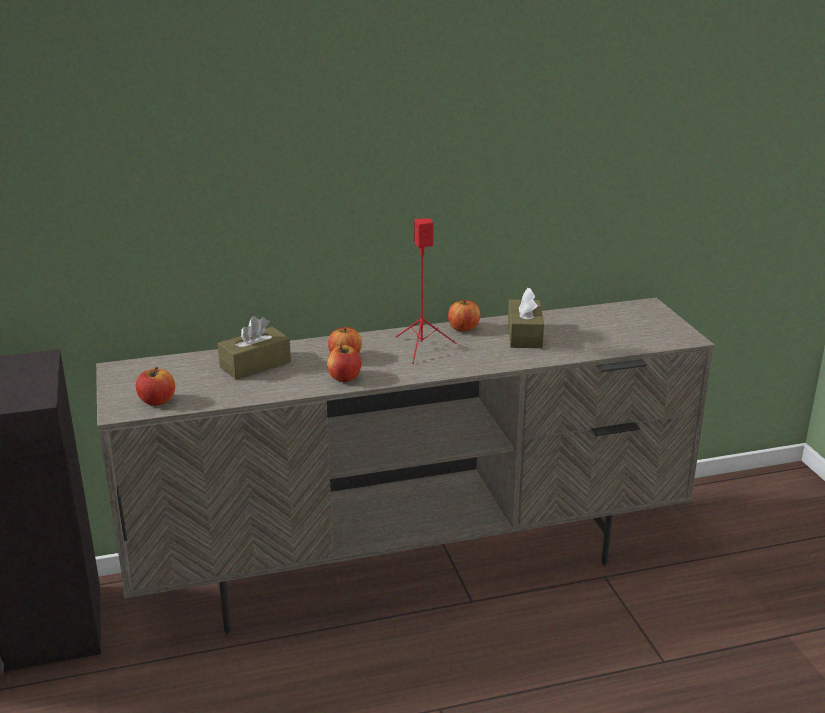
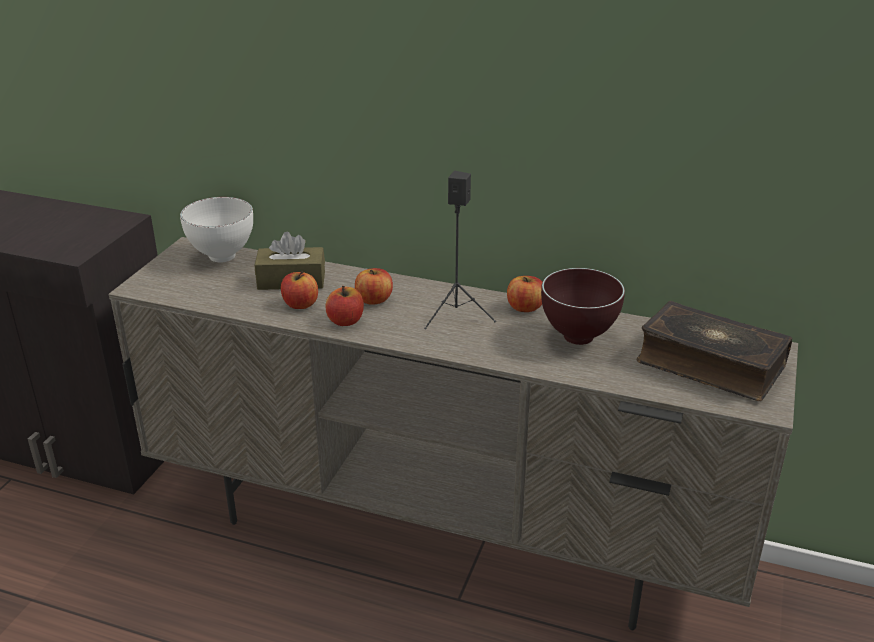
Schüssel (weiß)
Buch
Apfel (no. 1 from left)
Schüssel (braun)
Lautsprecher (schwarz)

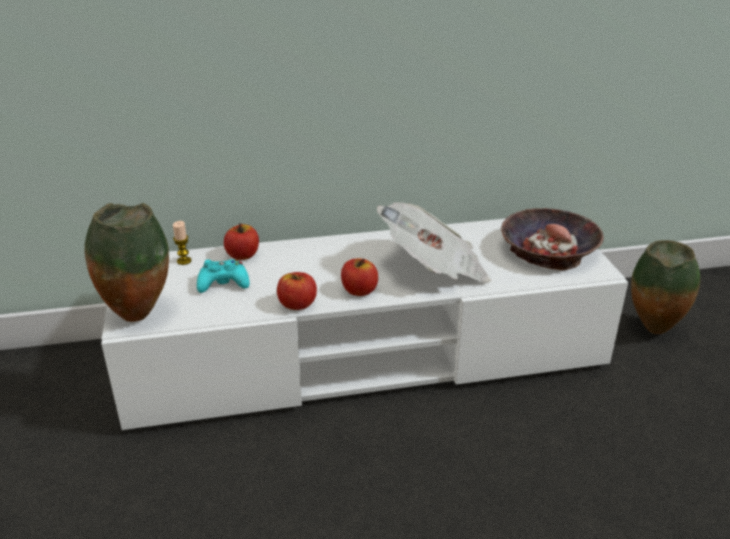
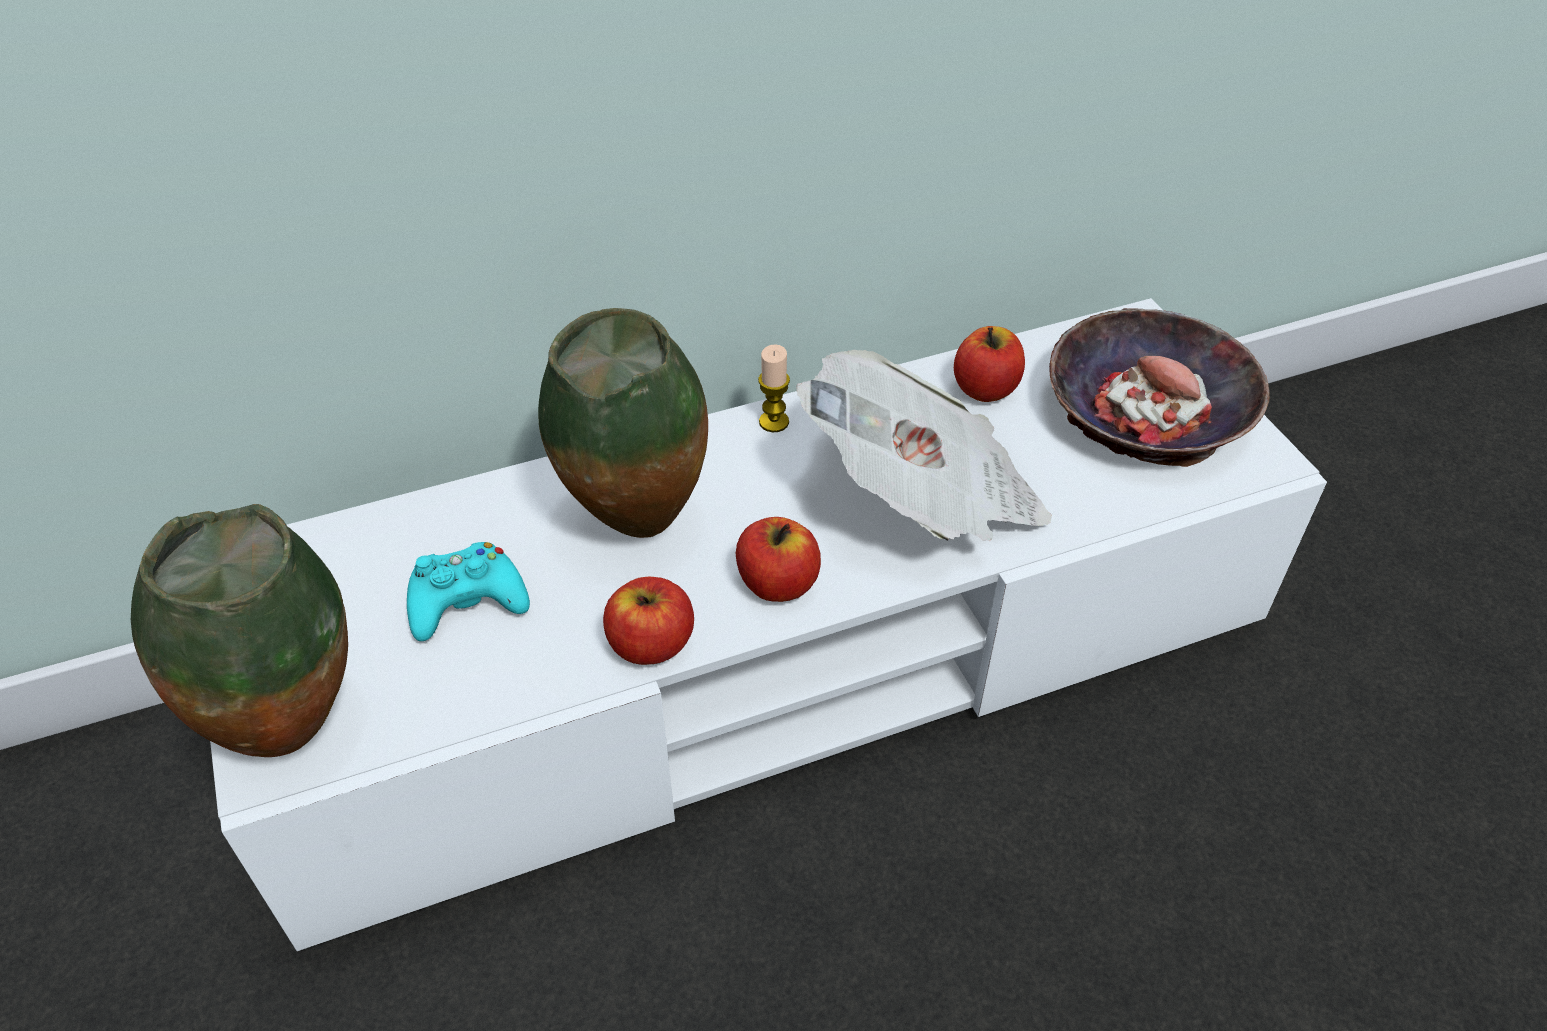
Kerze
Apfel (no. 3 from left)
Vase (no. 2 from left)

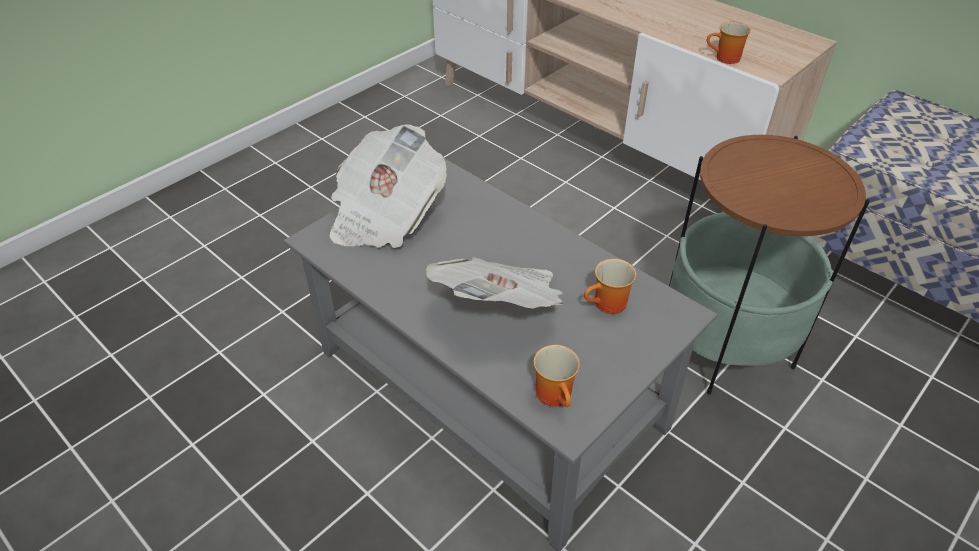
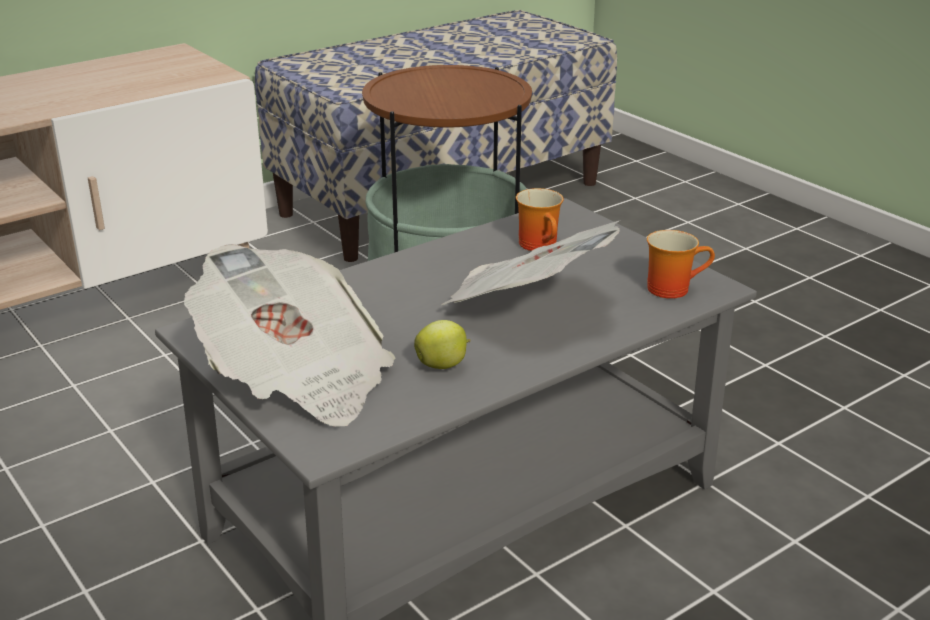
Henkelbecher (no. 3 from left in the first image)
Apfel

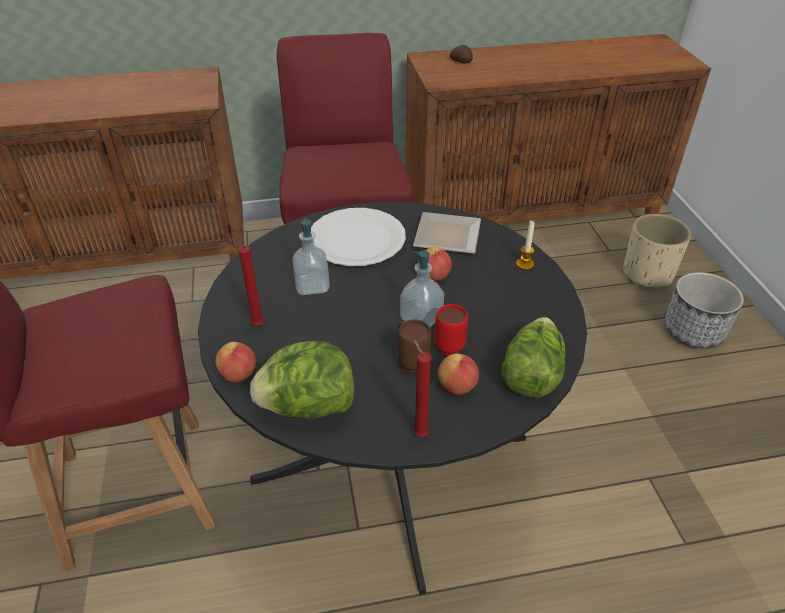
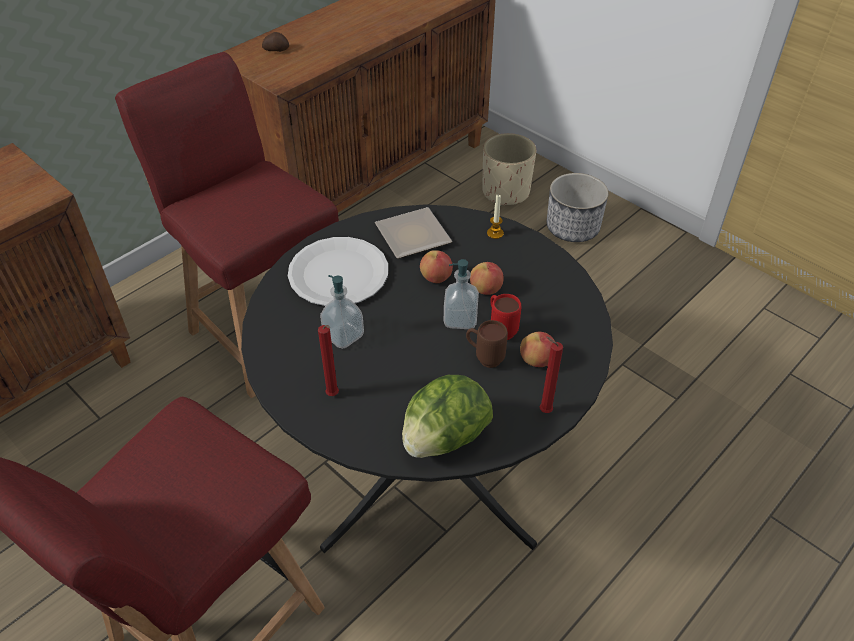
Salatkopf (no. 2 from left in the first image)
Apfel (no. 2 from left)

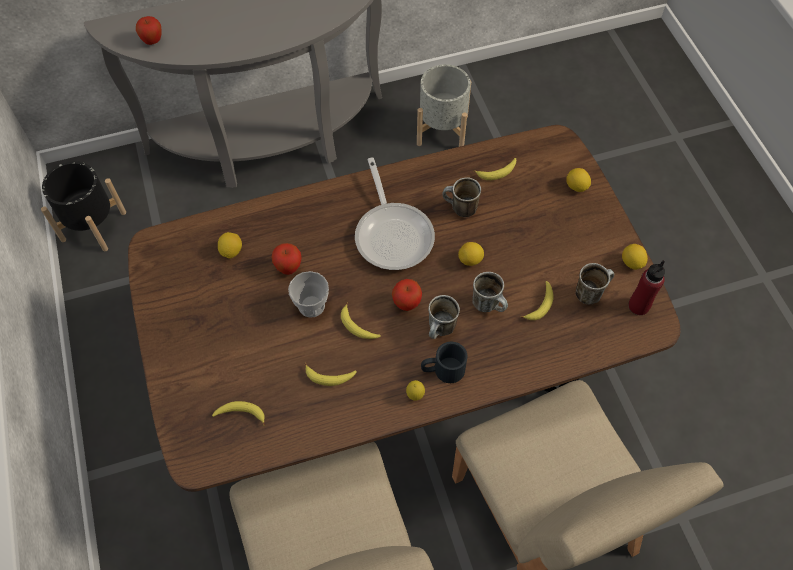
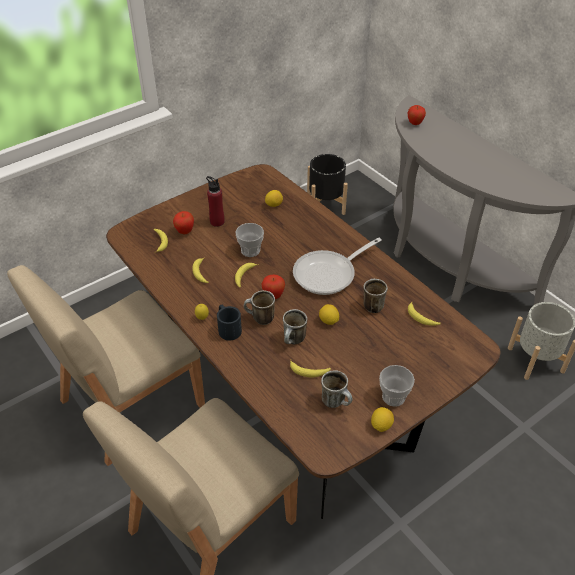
Zitrone (no. 4 from left in the first image)
Tasse (no. 2 from left)
Apfel (no. 1 from left)
Flasche (rot)

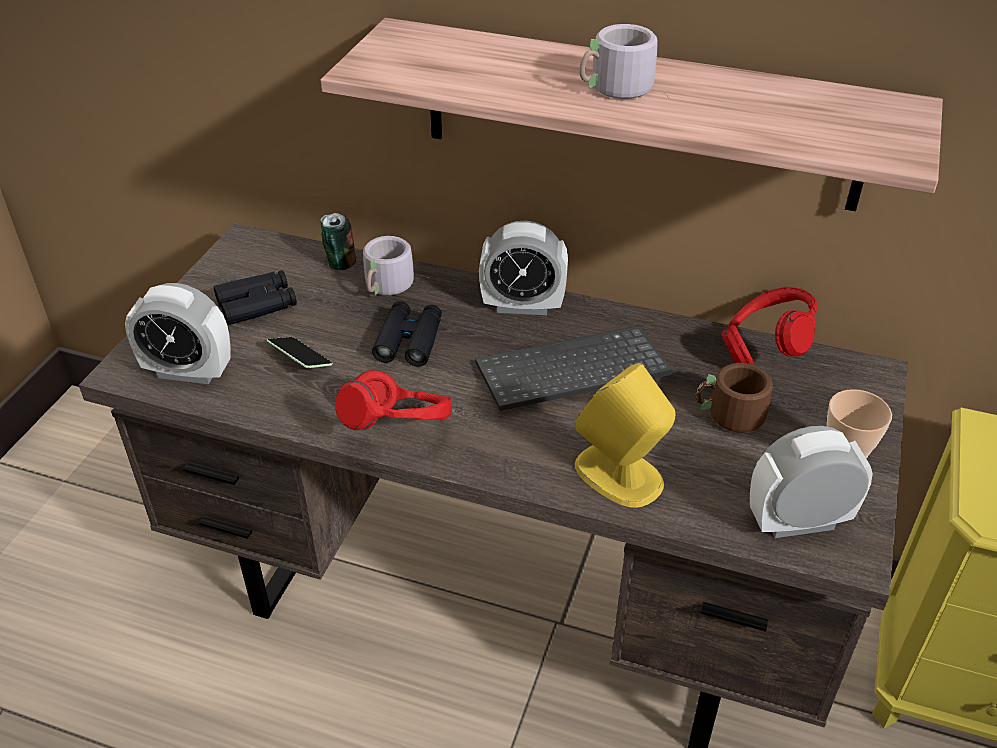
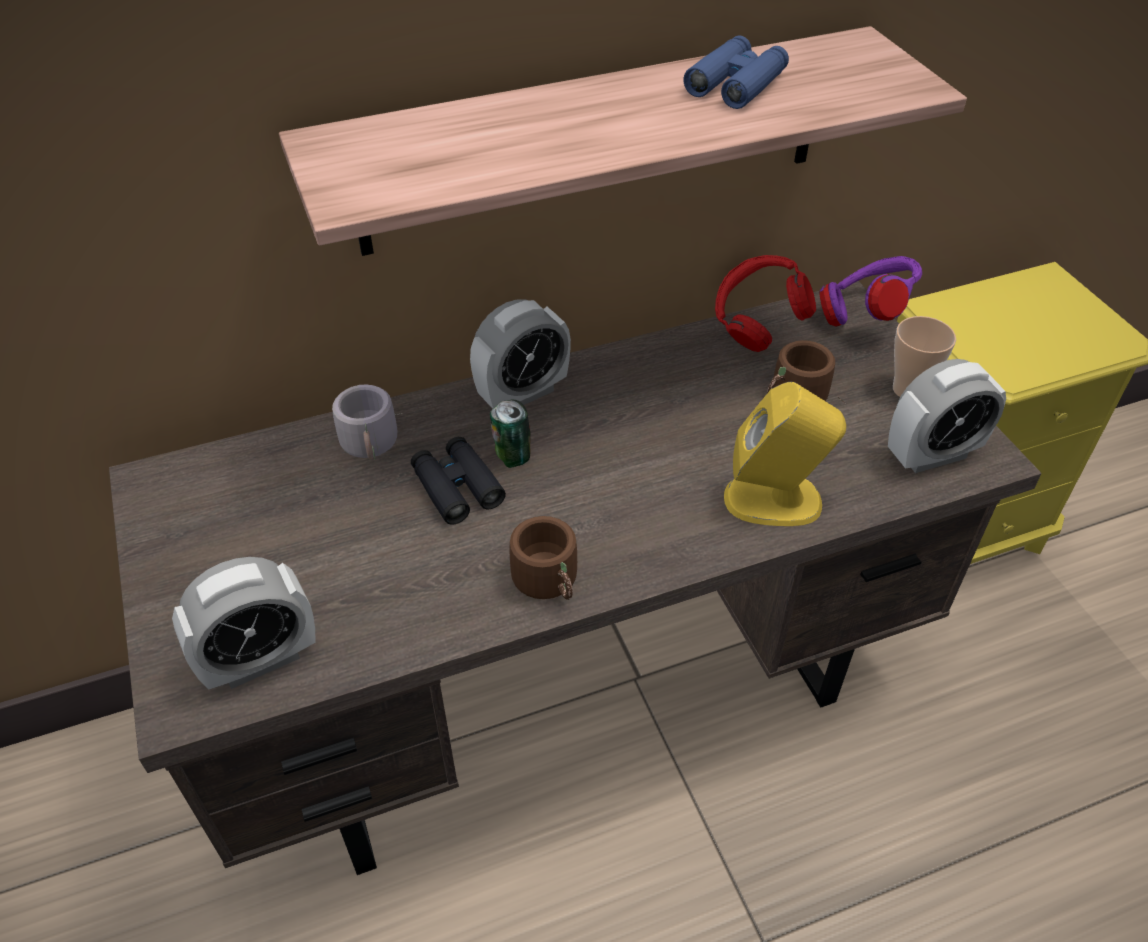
Fernglas (schwarz) (no. 1 from left in the first image)
Handy
Tastatur
Henkelbecher (grau) (no. 2 from left in the first image)
Fernglas (blau)
Kopfhörer (lila)
Dose
Henkelbecher (braun) (no. 1 from left)
Wecker (no. 3 from left)

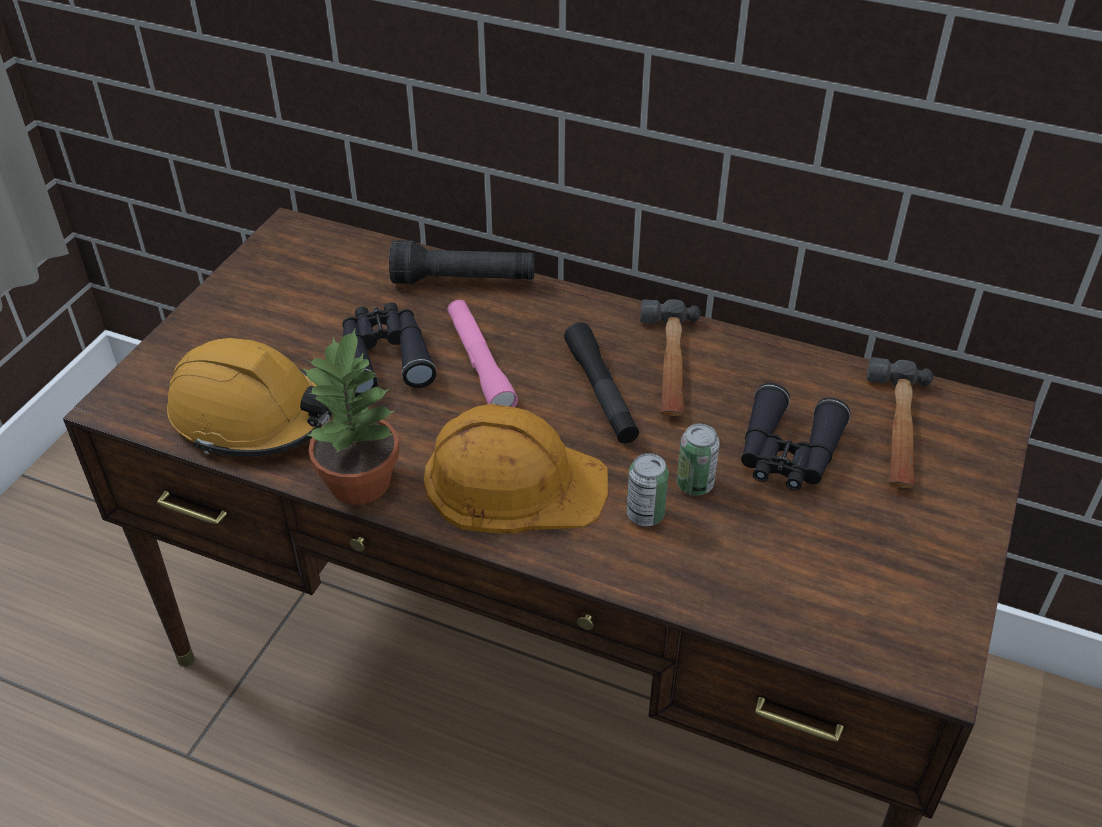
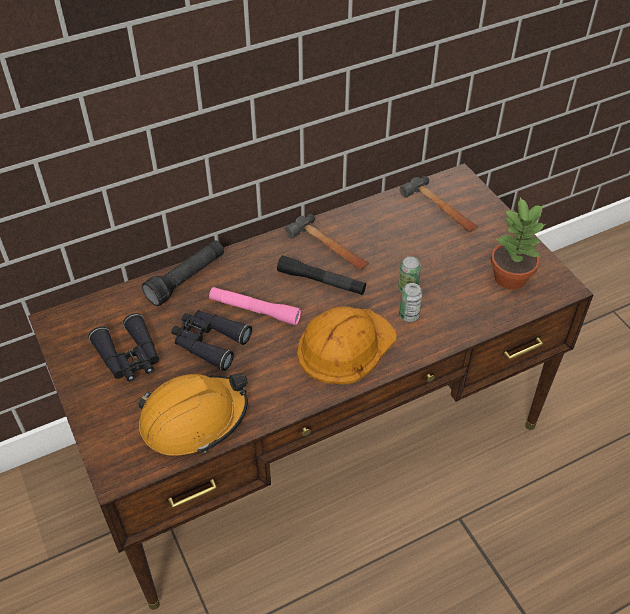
Topfpflanze
Fernglas (schwarz) (no. 1 from left)

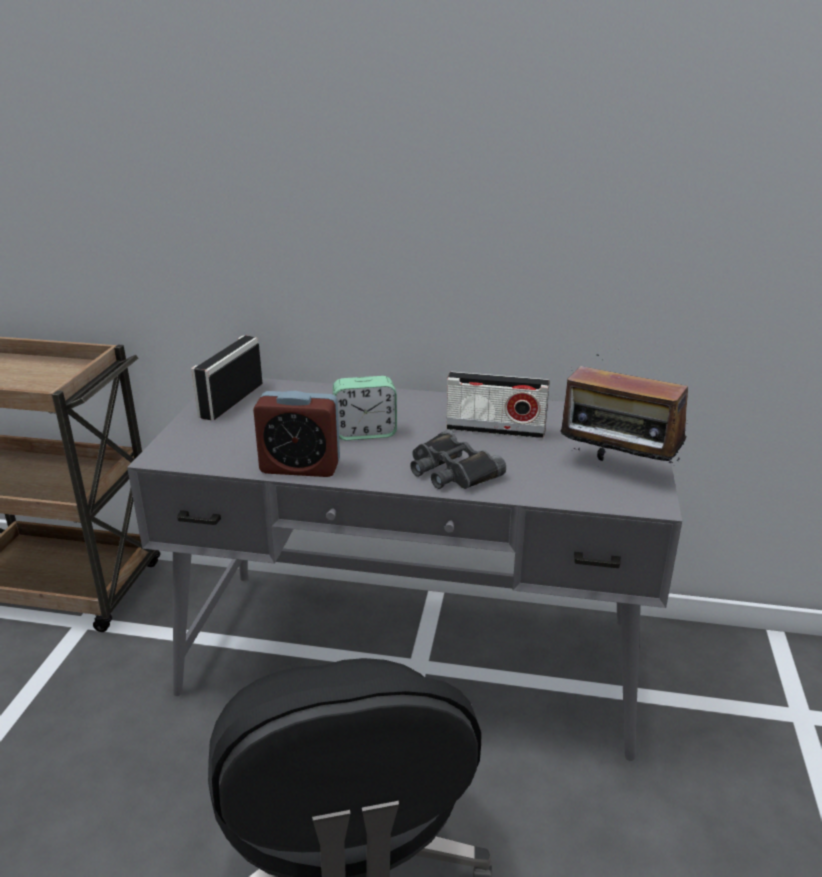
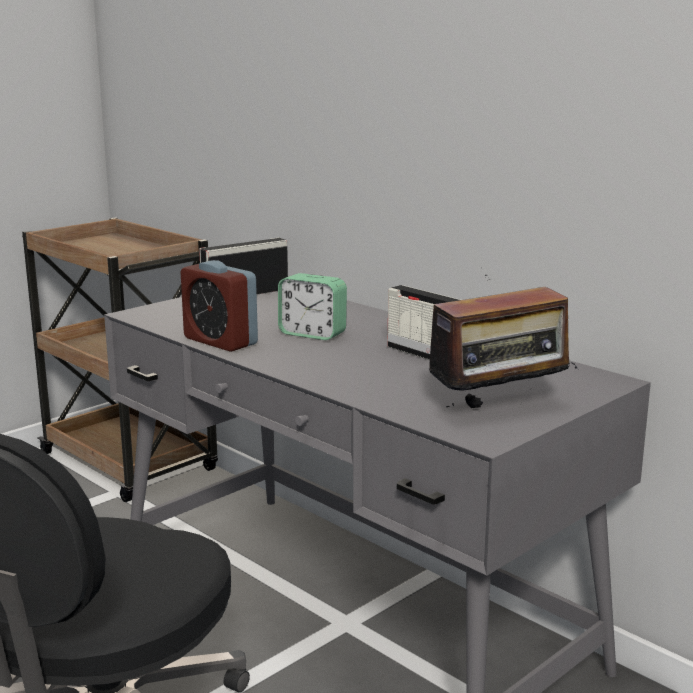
Fernglas (schwarz)
Radio (no. 3 from left)

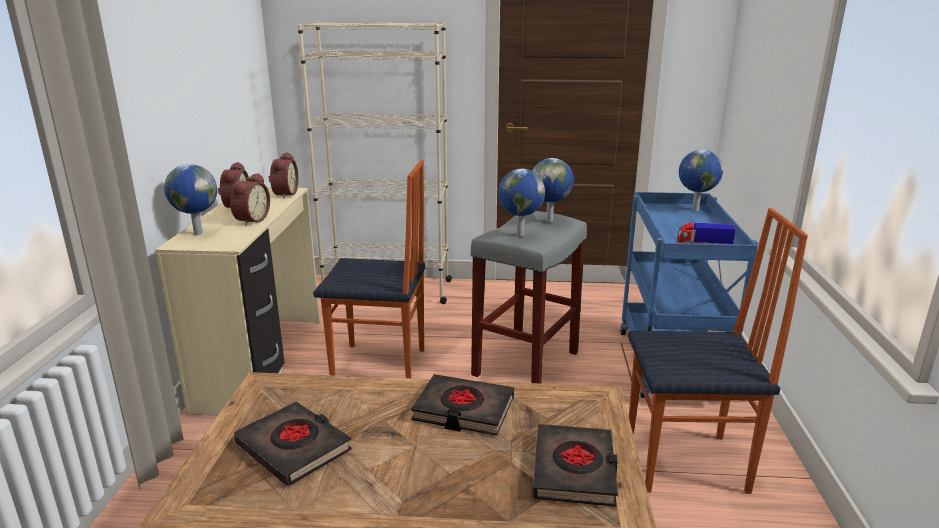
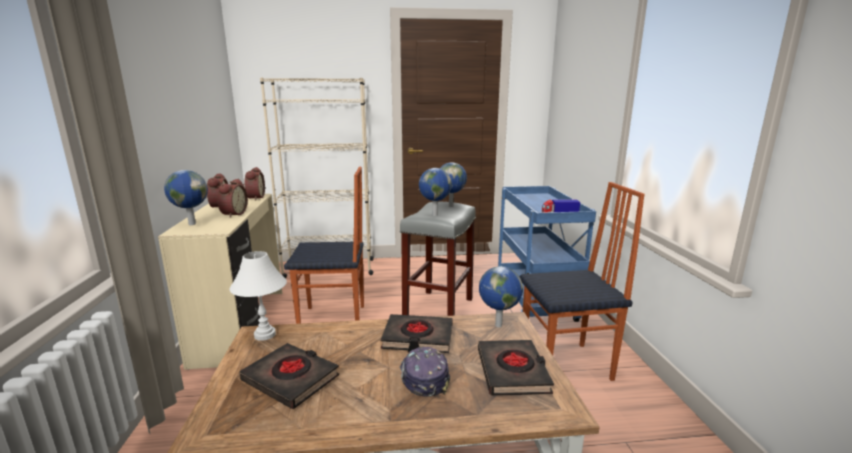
Tischlampe (weiß)
Kappe
Globus (no. 4 from left)

